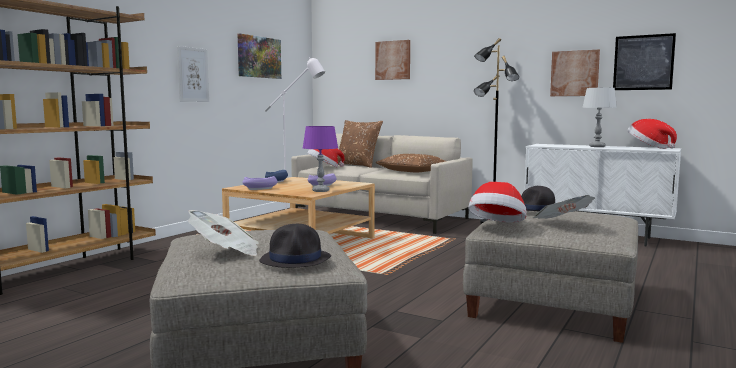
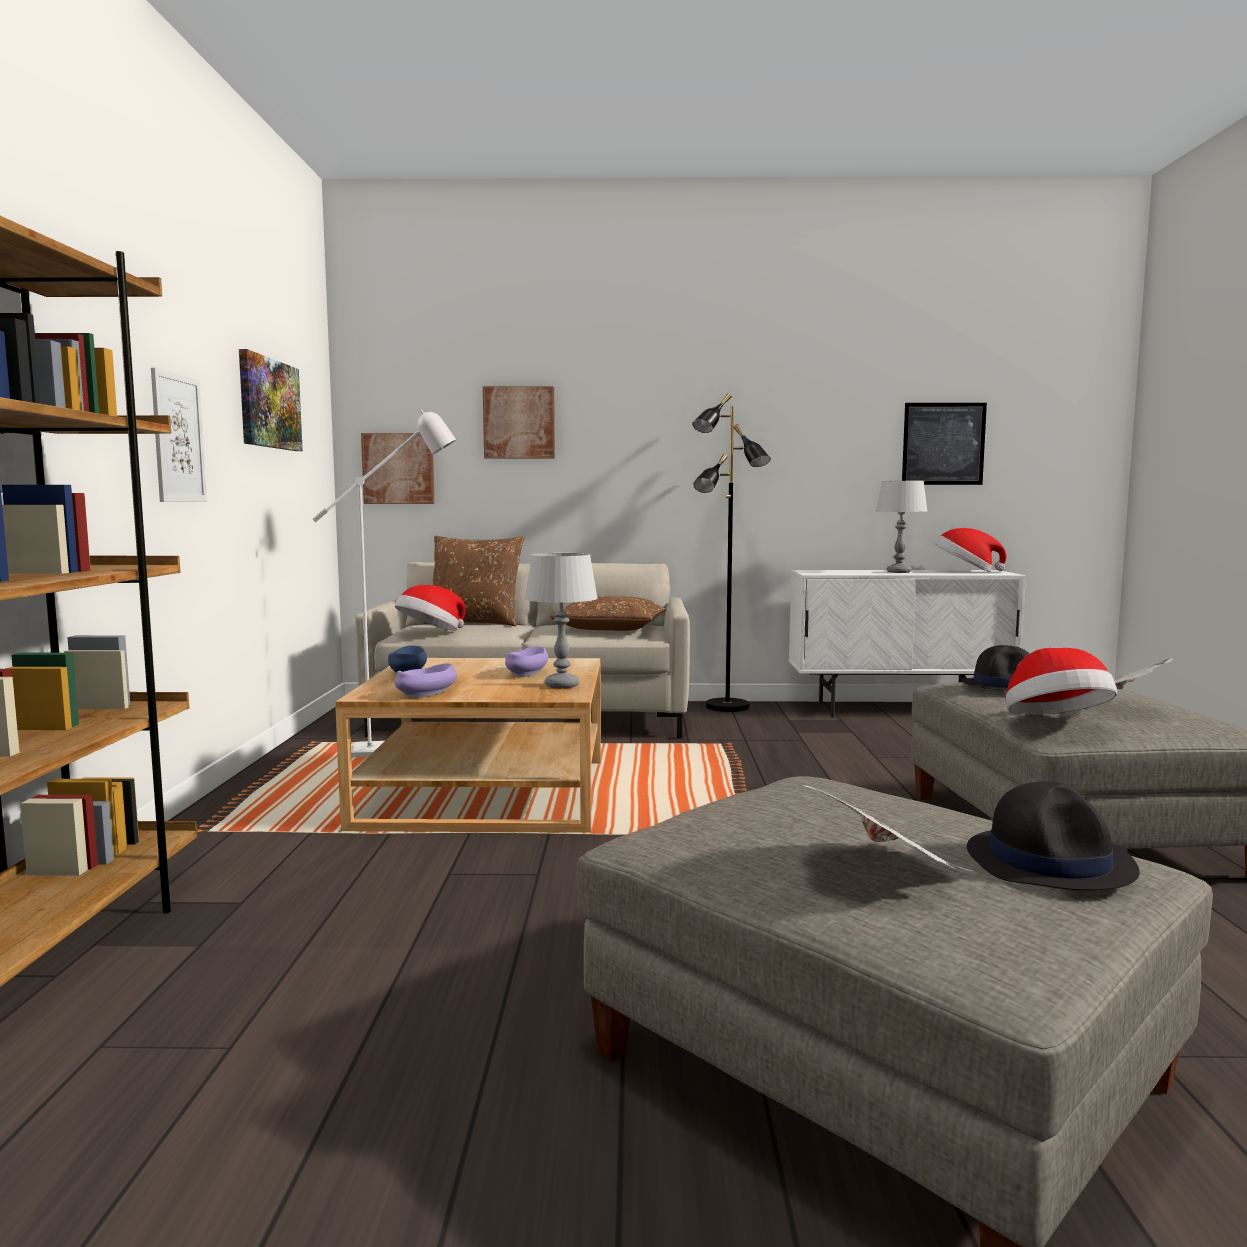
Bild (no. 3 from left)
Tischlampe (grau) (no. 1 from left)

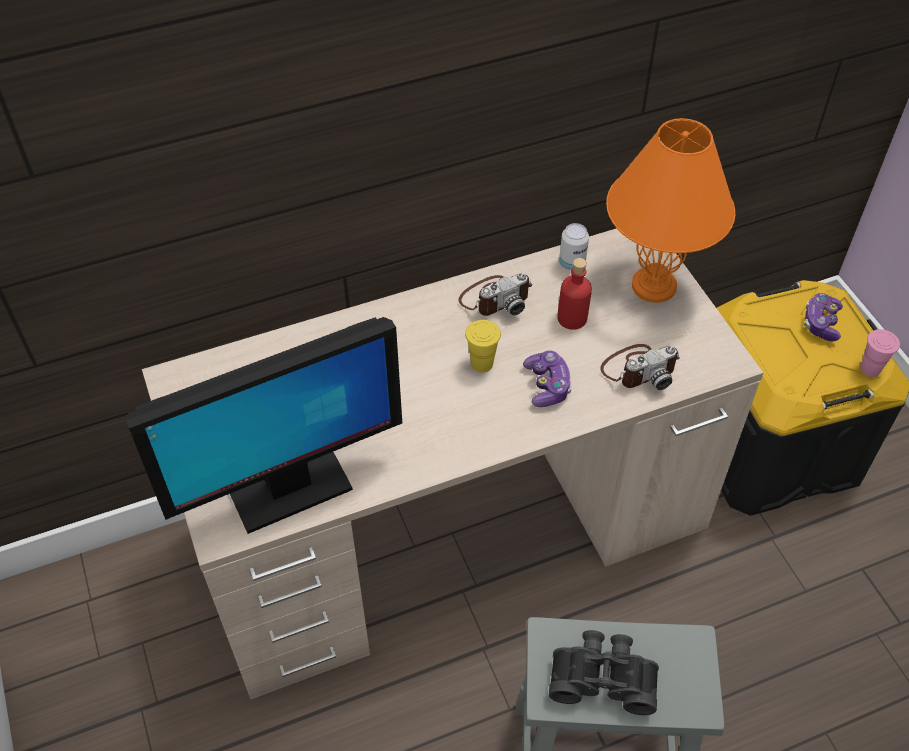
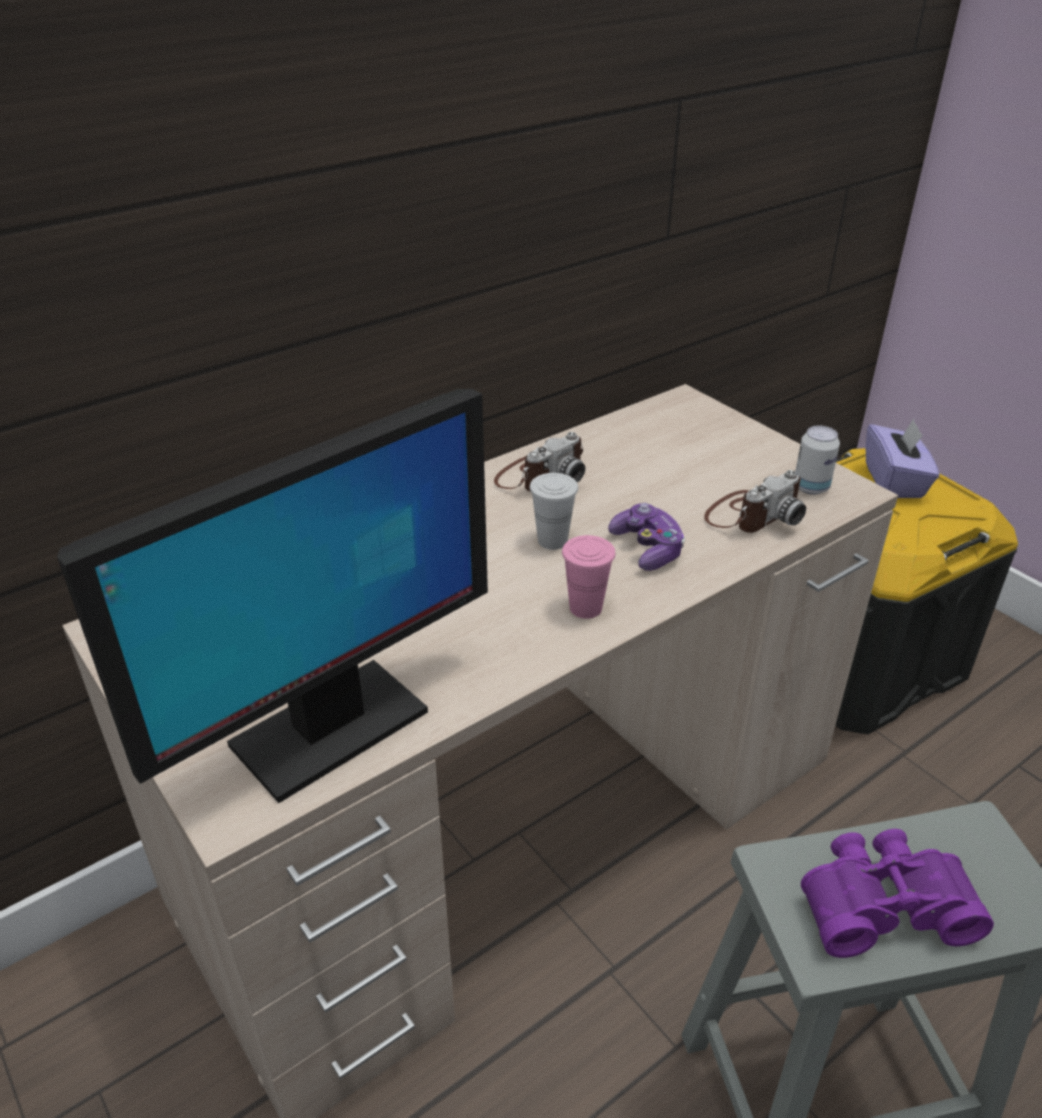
Flasche (rot)
Tischlampe (orange)
Dose
Tasse (rosa)
Taschentuchbox (lila)
Tasse (weiß)
Fernglas (lila)

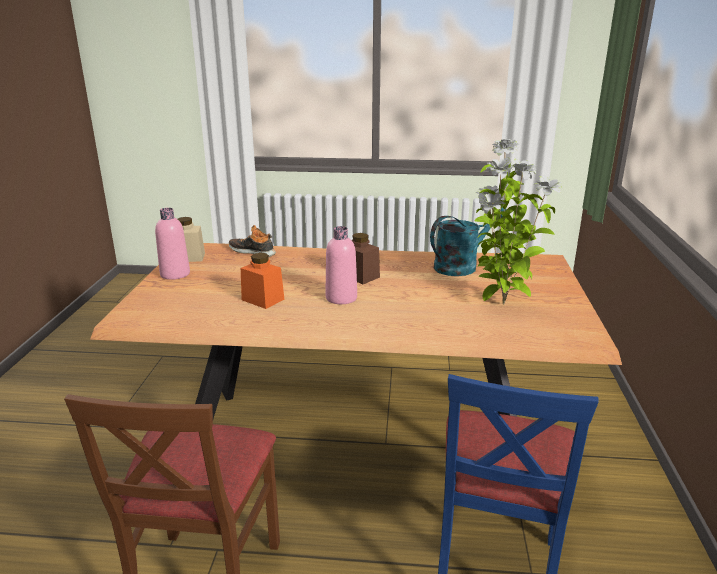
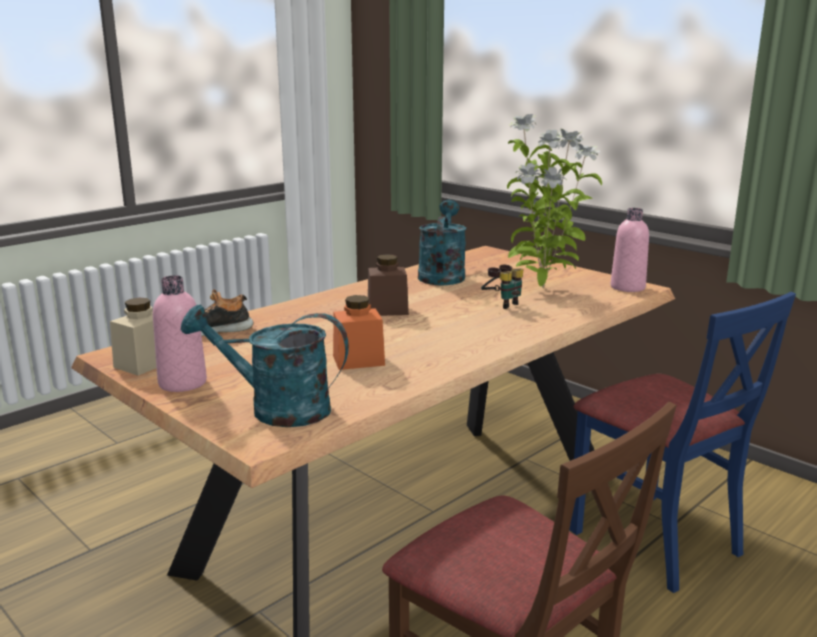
Gießkanne (türkis) (no. 1 from left)
Fernglas
Flasche (rosa) (no. 2 from left)

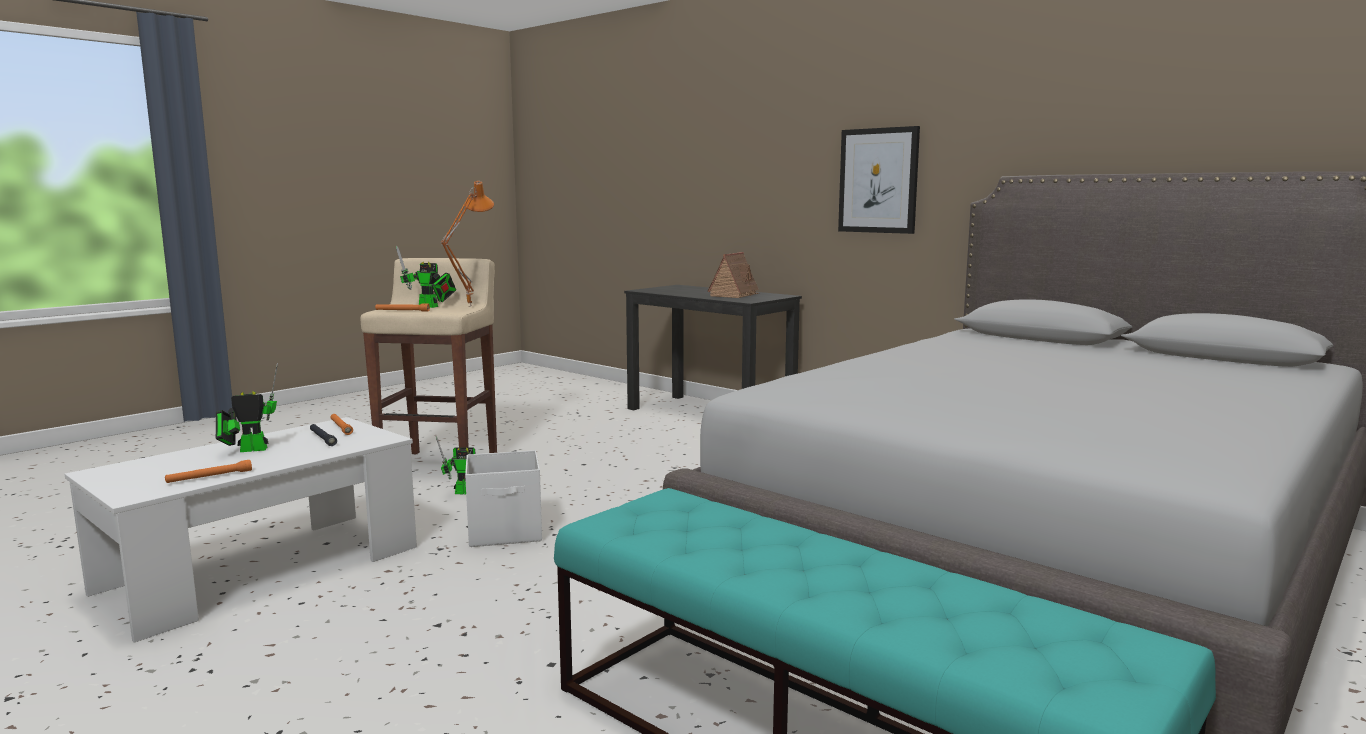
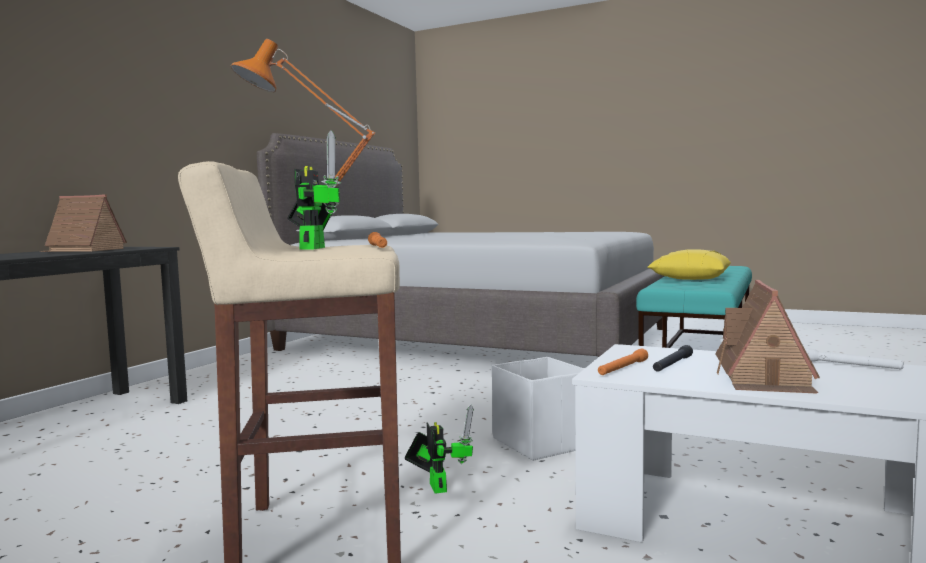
Bild
Kissen (gelb)
Spielzeughaus (no. 2 from left)
Taschenlampe (weiß)

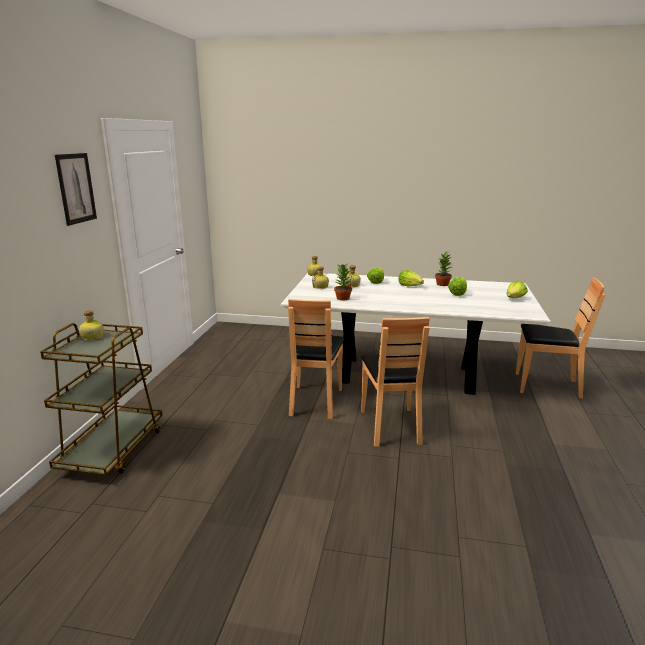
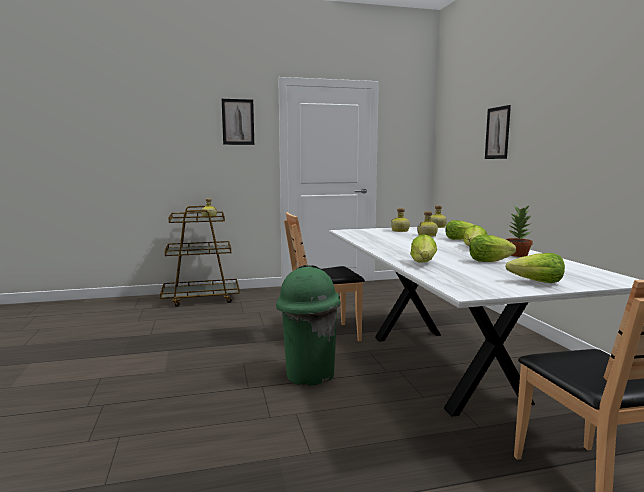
Topfpflanze (no. 1 from left in the first image)
Salatkopf (no. 1 from left)
Bild (no. 2 from left)
Mülleimer (grün)

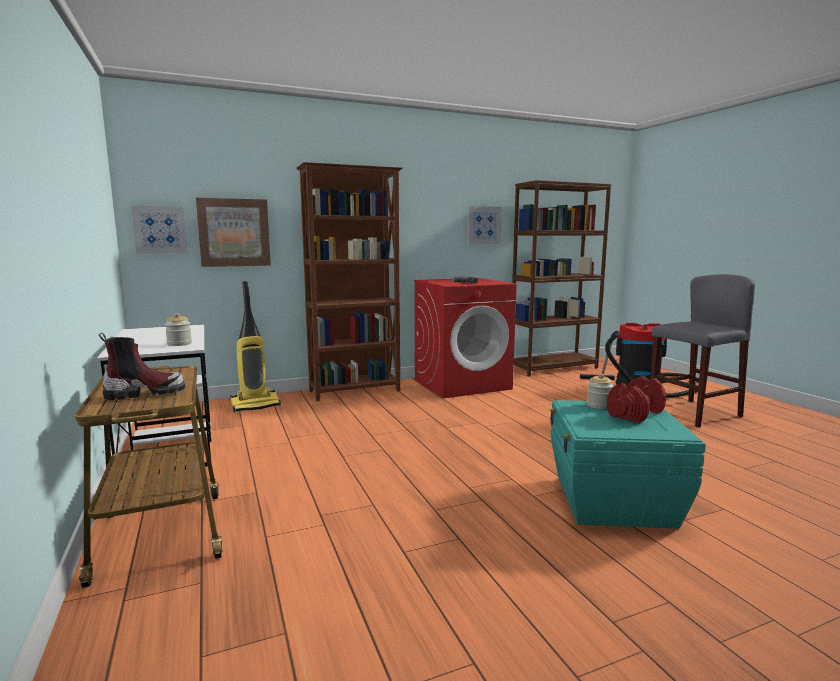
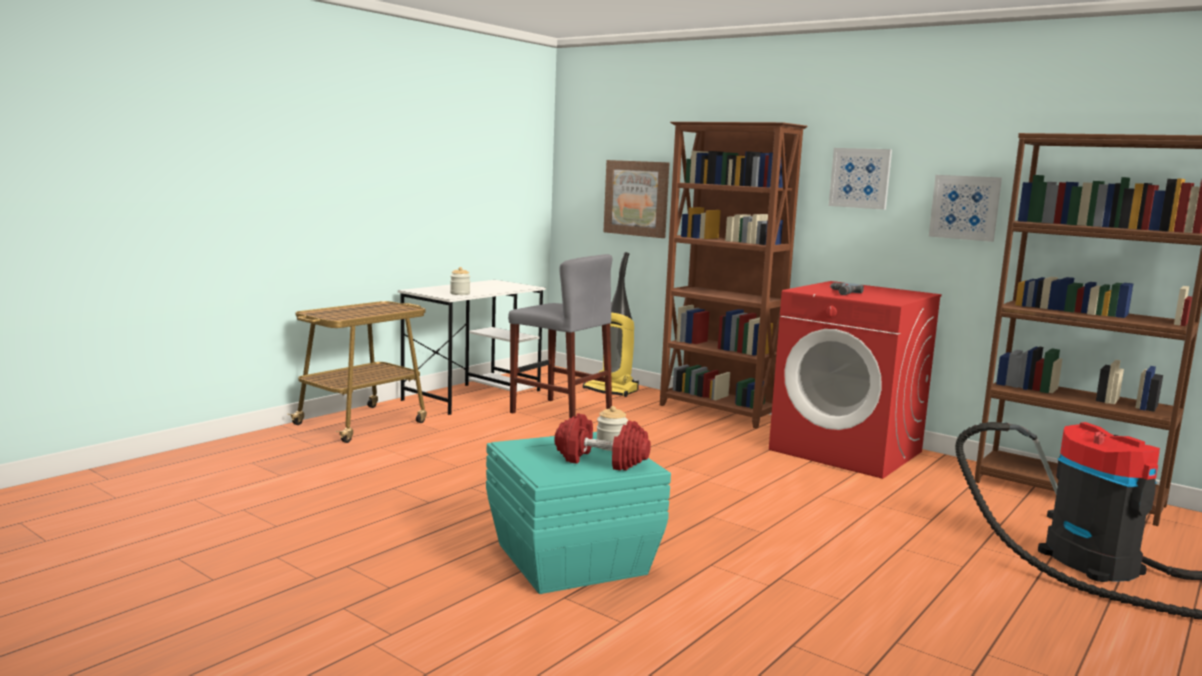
Stiefel
Bild (no. 2 from left)
Hocker (grau)

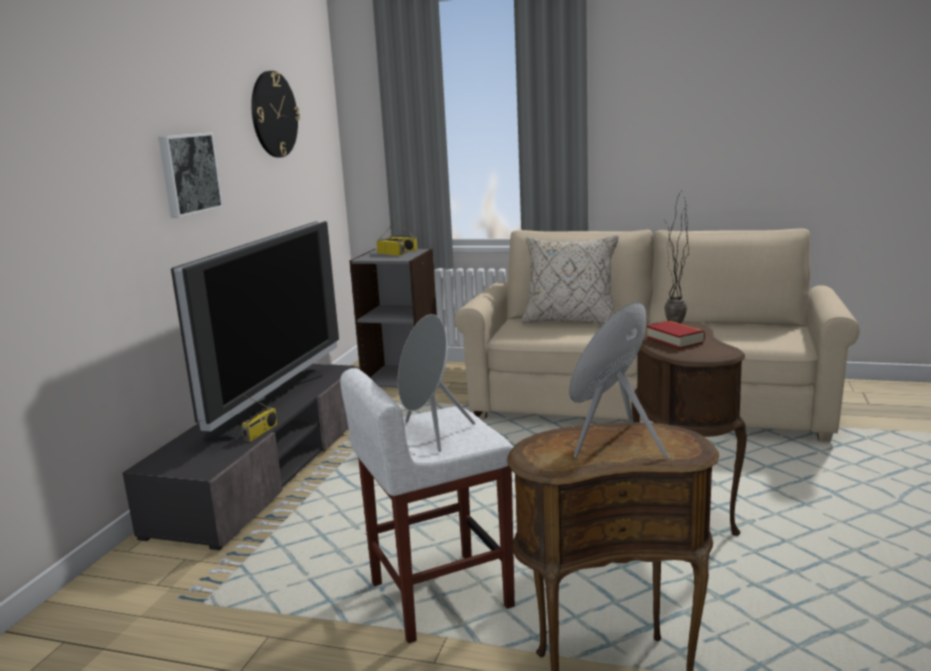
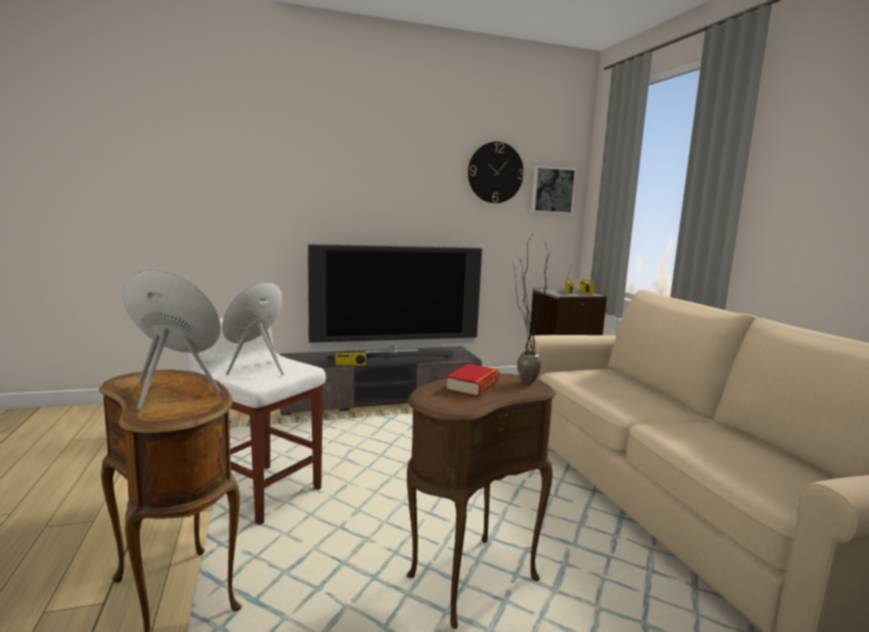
Kissen (beige)
Bild

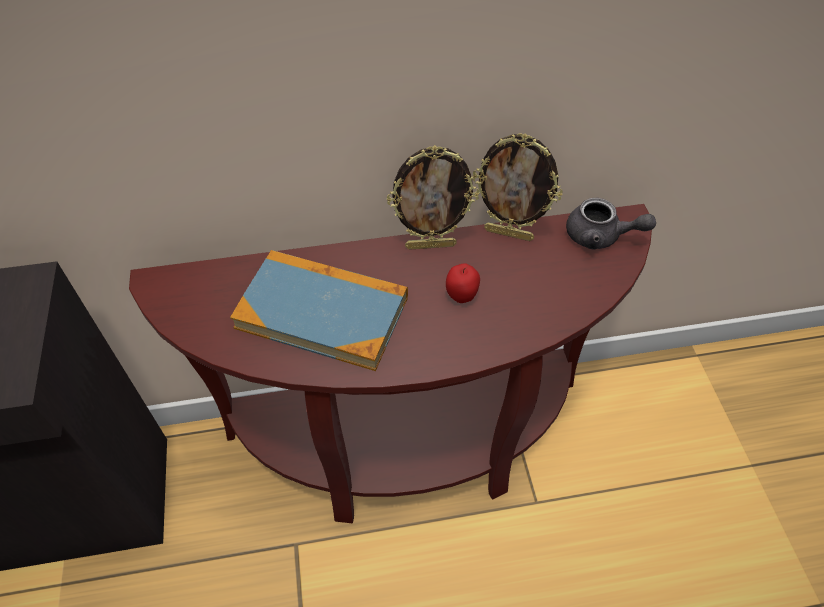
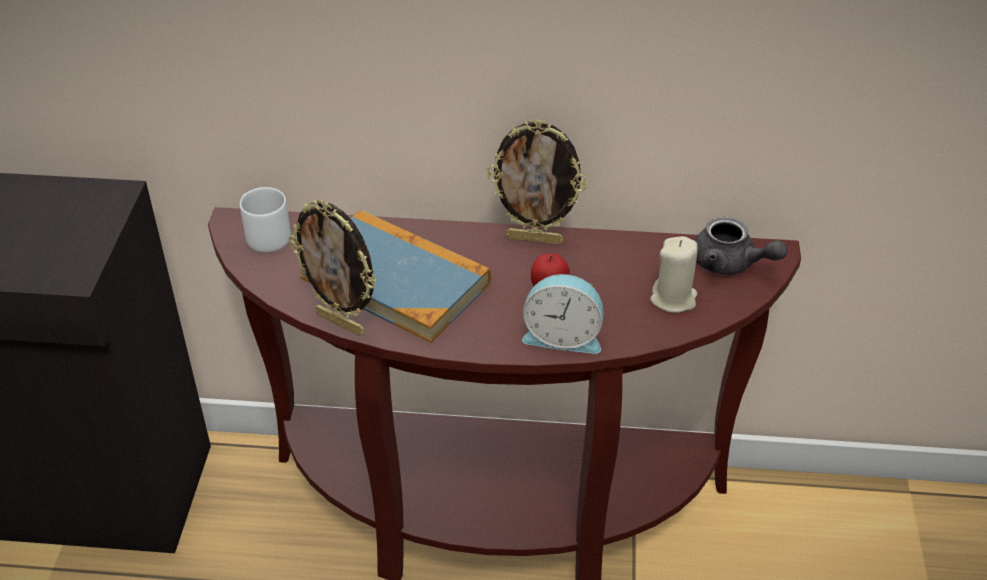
Henkelbecher (weiß)
Wecker
Kerze (beige)
Bilderrahmen (no. 1 from left)

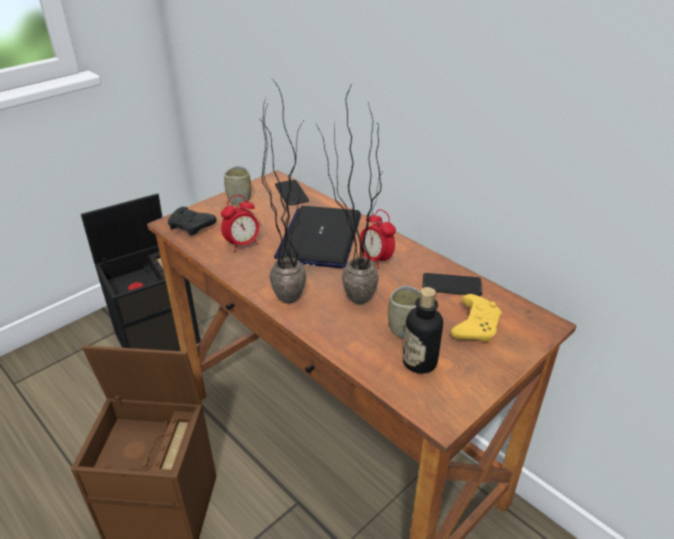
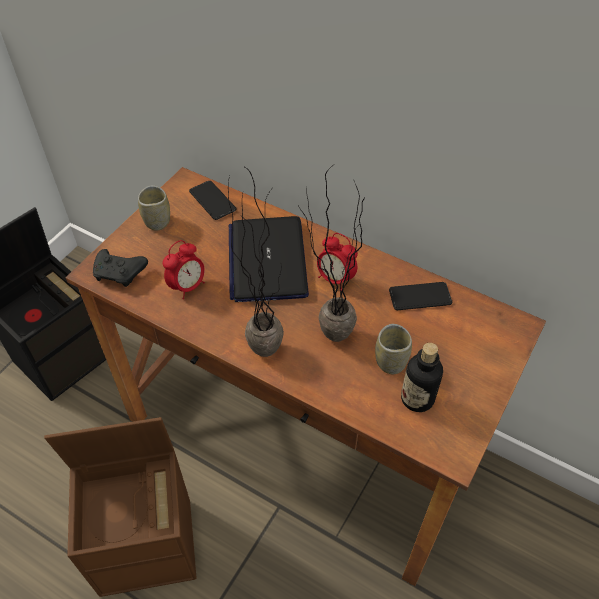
Gamepad (gelb)

